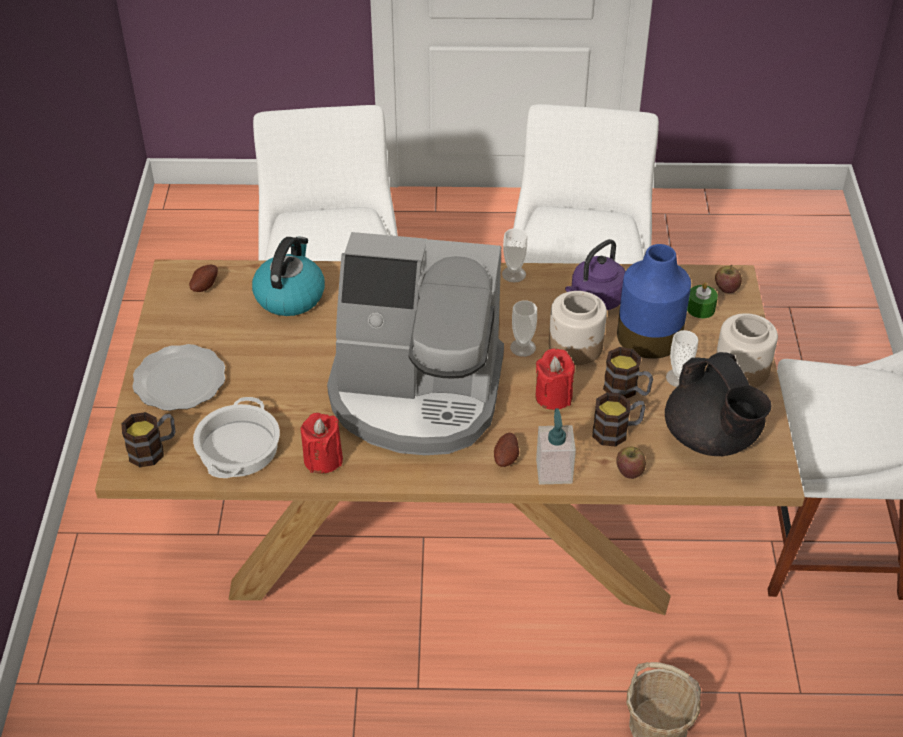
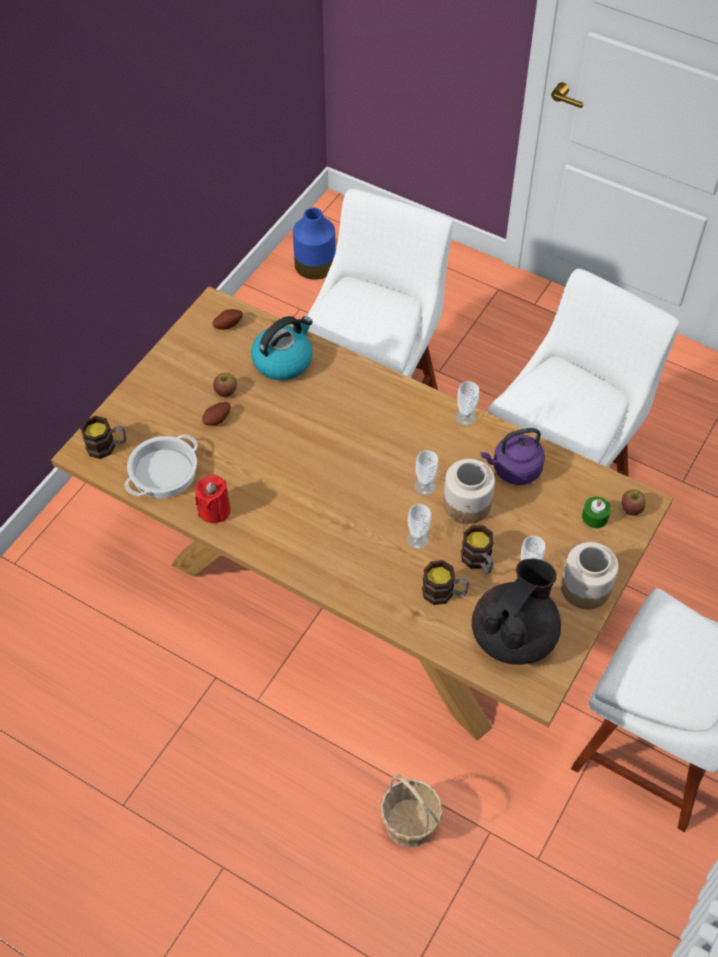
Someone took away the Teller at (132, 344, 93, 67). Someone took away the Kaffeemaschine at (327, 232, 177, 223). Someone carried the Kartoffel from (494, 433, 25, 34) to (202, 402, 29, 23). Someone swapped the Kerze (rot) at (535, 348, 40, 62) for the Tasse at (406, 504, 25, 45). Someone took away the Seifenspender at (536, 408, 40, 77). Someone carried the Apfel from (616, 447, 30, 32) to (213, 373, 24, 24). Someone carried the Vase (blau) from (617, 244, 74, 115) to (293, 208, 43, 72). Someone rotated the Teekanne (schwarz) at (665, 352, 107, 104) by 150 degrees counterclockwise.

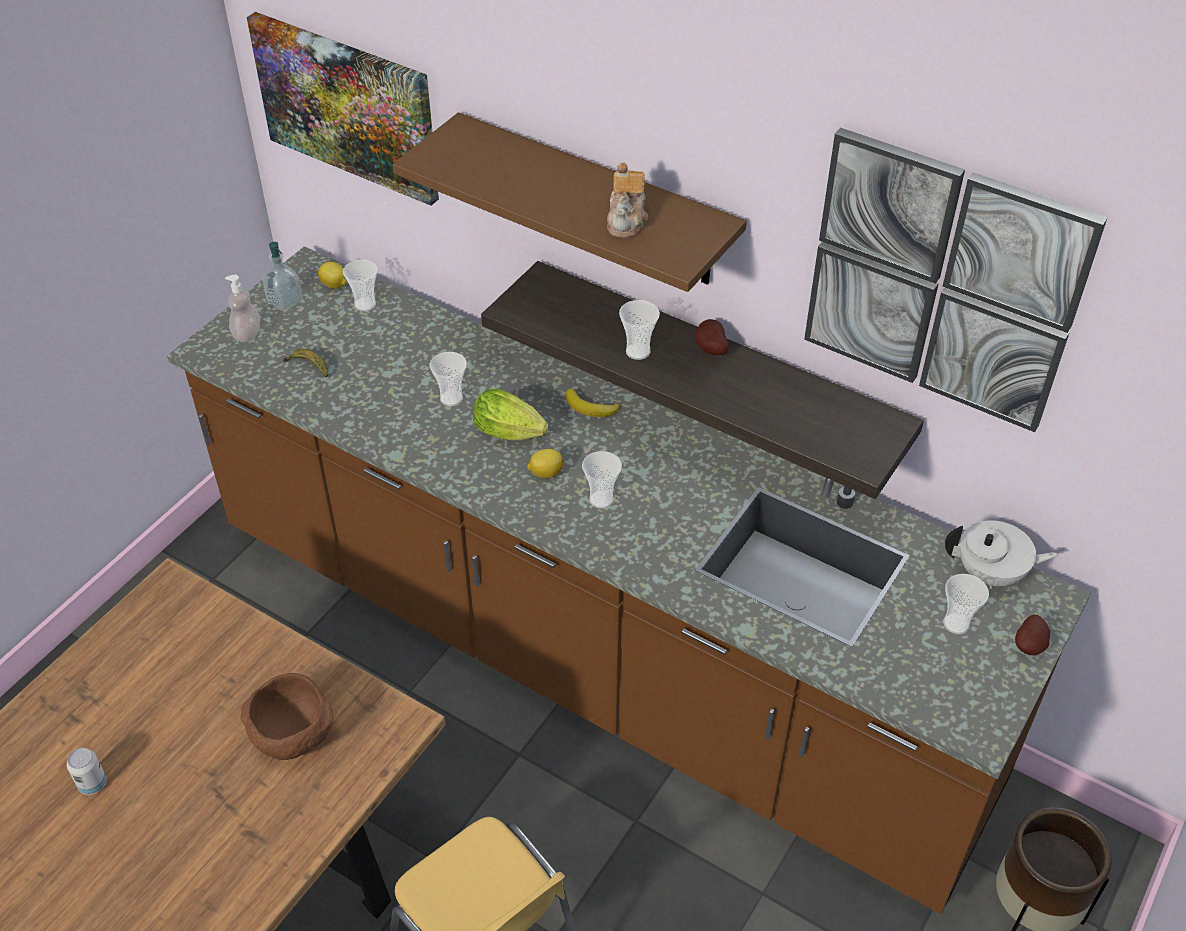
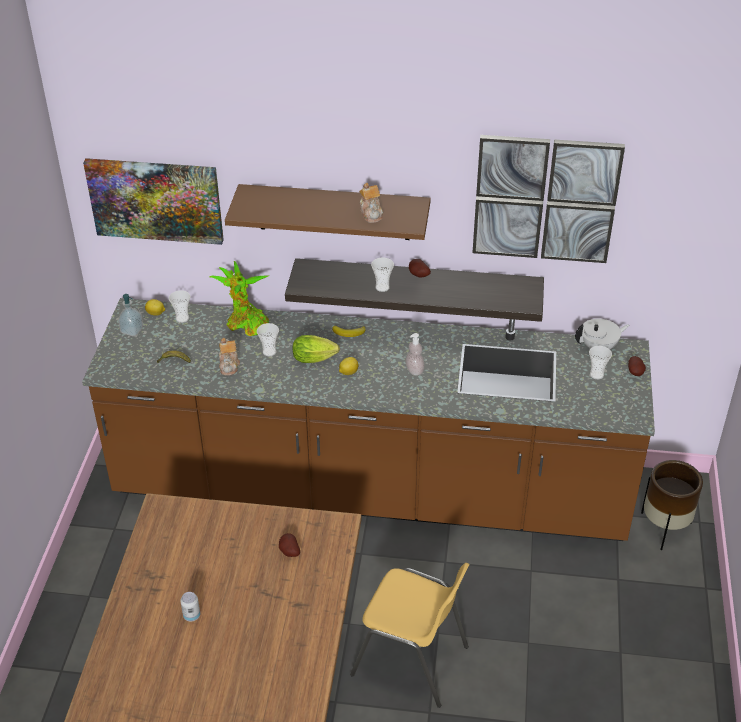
Someone carried the Seifenspender from (225, 275, 35, 67) to (405, 333, 20, 43). Someone swapped the Schüssel (braun) at (240, 673, 94, 87) for the Kartoffel at (279, 533, 21, 24). Someone took away the Tasse at (582, 451, 40, 58). Someone put down the Topfpflanze at (209, 261, 61, 75). Someone put down the Teekanne at (219, 338, 21, 38).

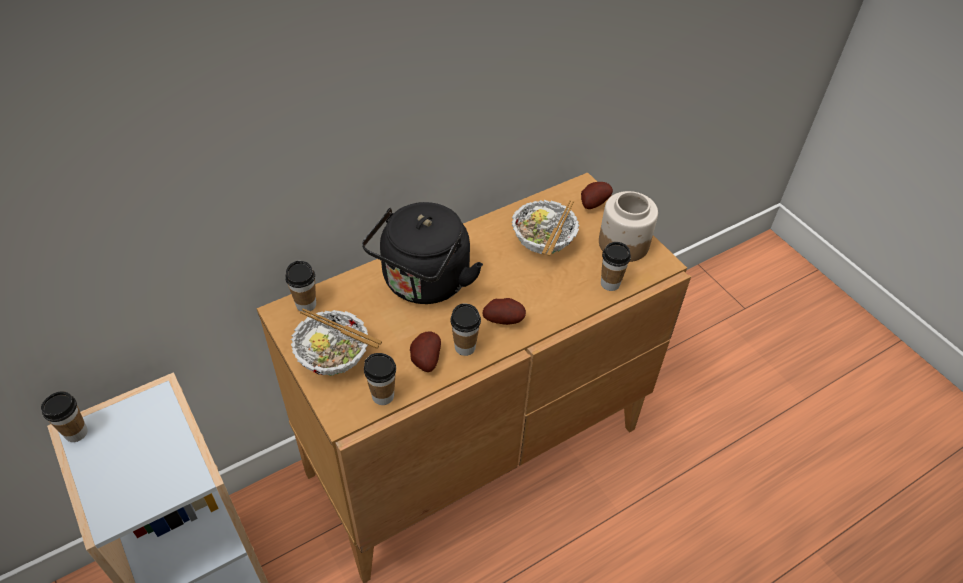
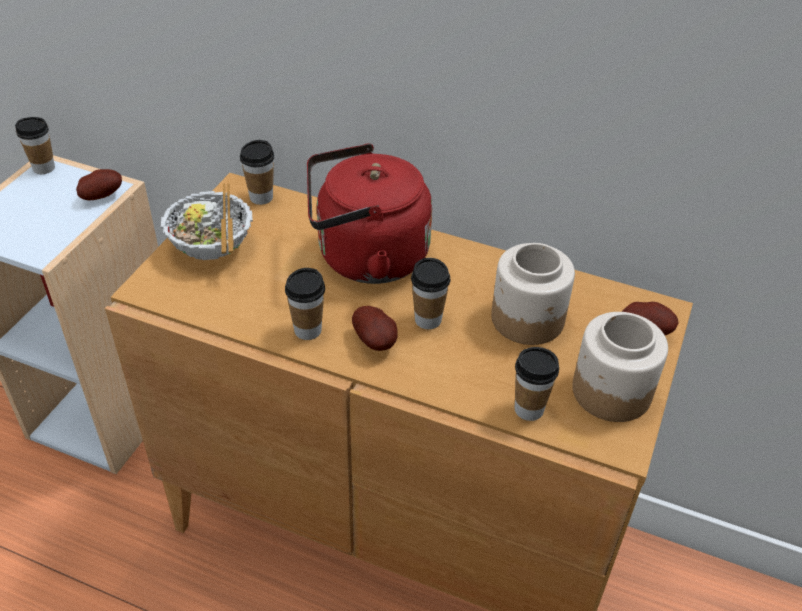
Someone repainted the Wasserkessel (schwarz) at (362, 202, 121, 102), which became the Wasserkessel (rot) at (307, 143, 125, 141). Someone carried the Tasse from (364, 353, 32, 52) to (411, 258, 40, 71). Someone carried the Kartoffel from (410, 331, 31, 41) to (76, 169, 46, 31). Someone swapped the Schüssel at (511, 200, 68, 56) for the Vorratsglas at (491, 243, 84, 102).

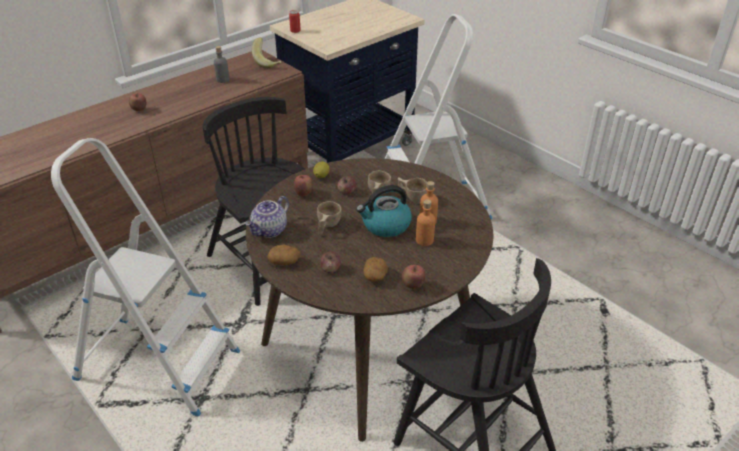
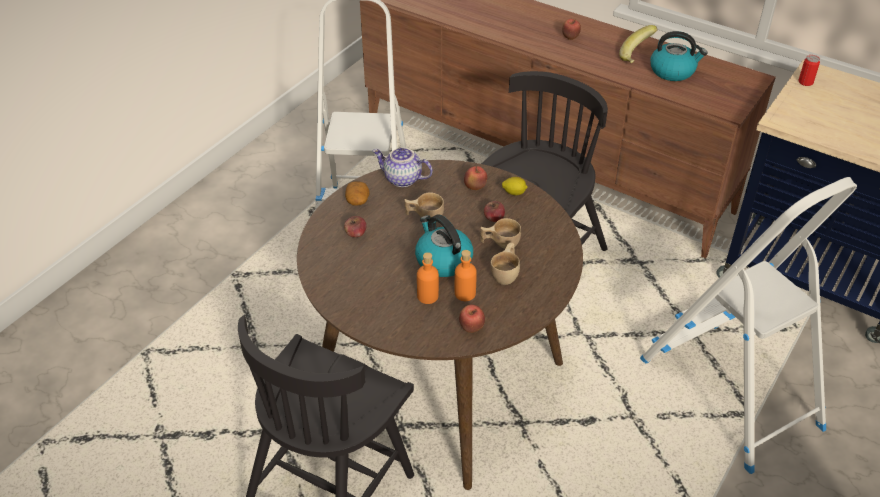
Someone swapped the Flasche (grau) at (214, 46, 16, 37) for the Wasserkessel at (650, 31, 57, 50). Someone carried the Banane from (252, 38, 29, 30) to (619, 25, 38, 38). Someone took away the Kartoffel at (363, 257, 25, 25). Someone carried the Apfel from (402, 265, 23, 24) to (459, 305, 26, 28).

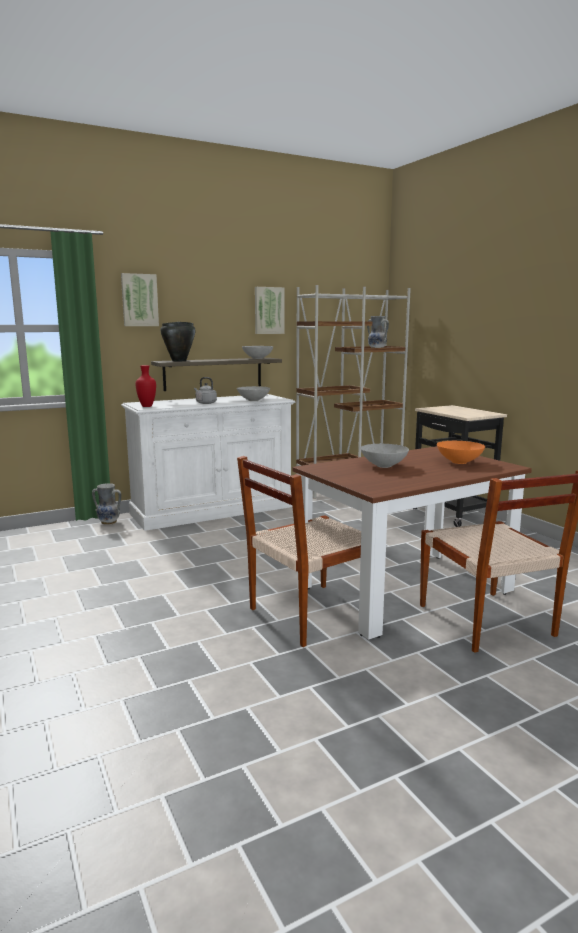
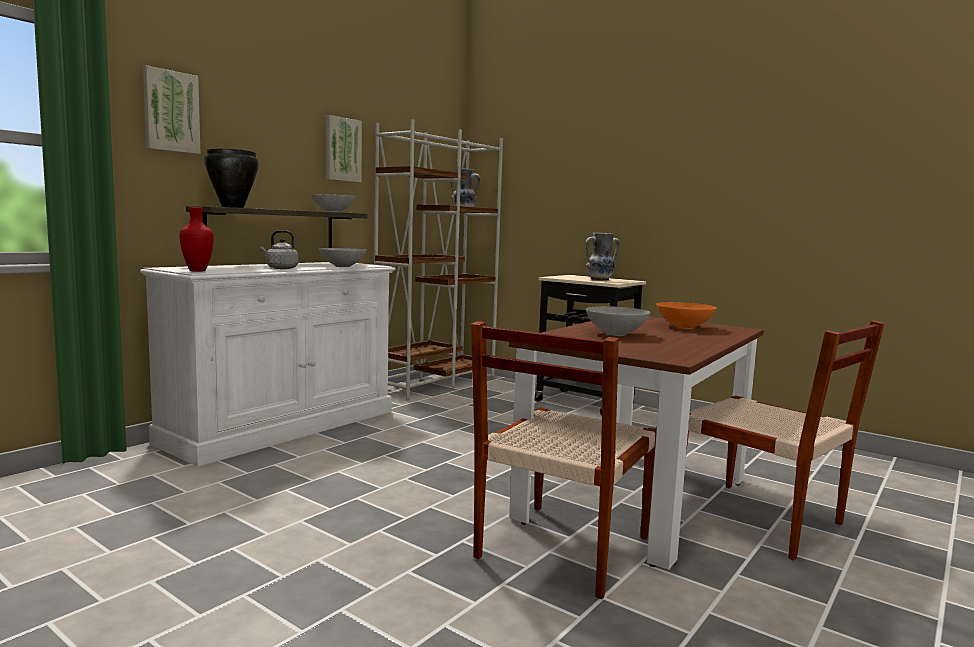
Someone carried the Vase from (92, 483, 29, 42) to (586, 233, 34, 48).

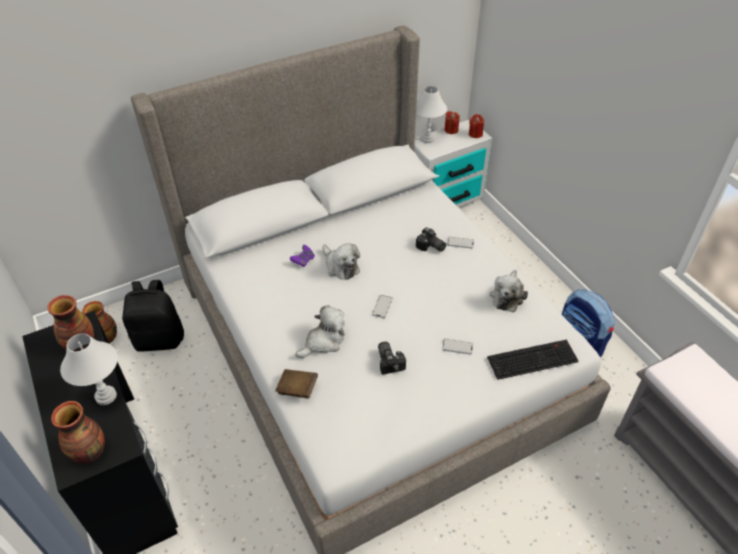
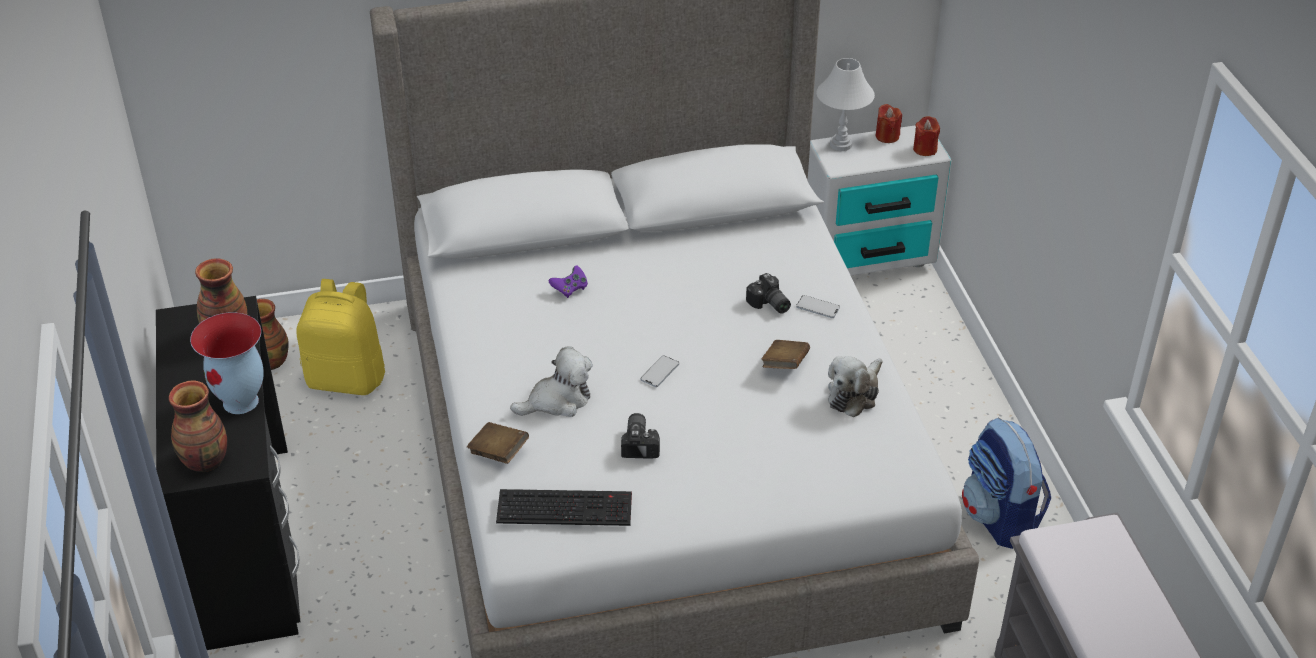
Someone swapped the Tischlampe (weiß) at (60, 333, 58, 72) for the Vase at (190, 313, 74, 101). Someone repainted the Rucksack (schwarz) at (122, 280, 62, 72), which became the Rucksack (gelb) at (296, 279, 89, 116). Someone took away the Plüschtier at (323, 243, 37, 37). Someone took away the Handy at (442, 339, 31, 16). Someone carried the Tastatur from (487, 340, 92, 40) to (496, 489, 136, 37). Someone put down the Buch (braun) at (762, 340, 48, 29).

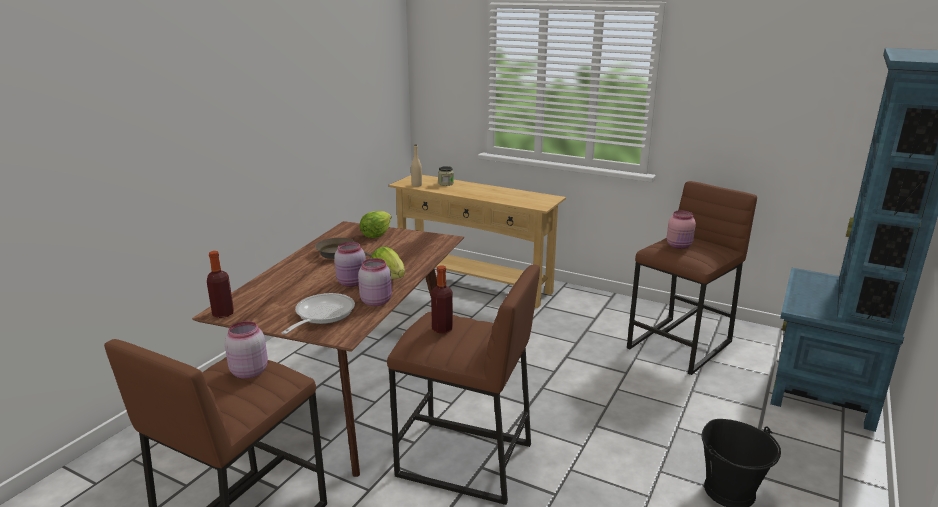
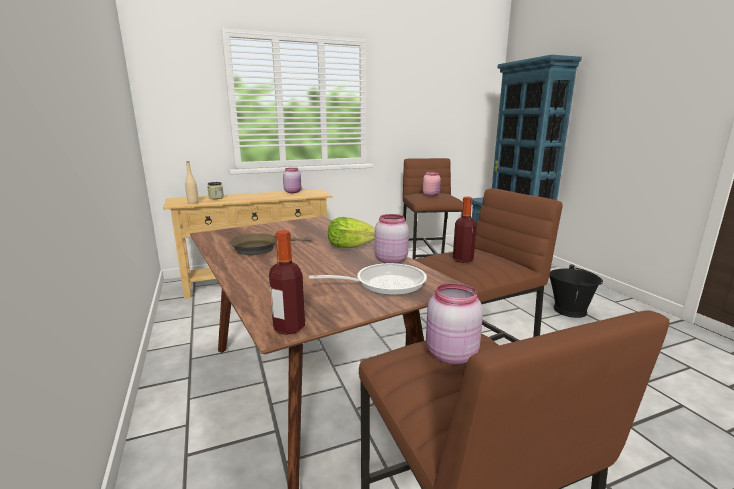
Someone rotated the Pfanne at (282, 293, 73, 41) by 105 degrees clockwise. Someone carried the Vorratsglas (rosa) from (334, 242, 32, 45) to (283, 168, 18, 25). Someone took away the Salatkopf at (359, 211, 33, 27).

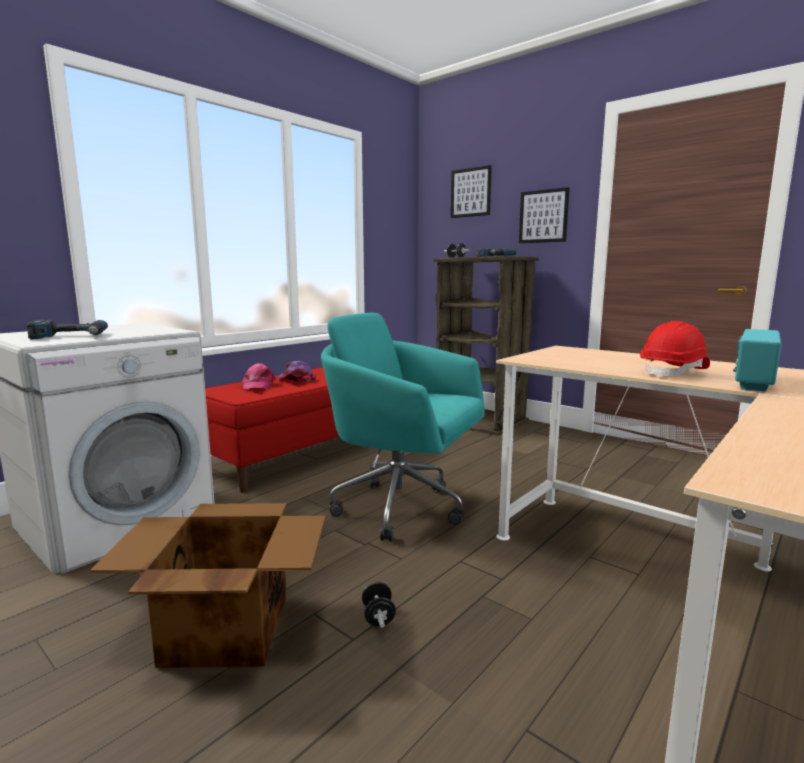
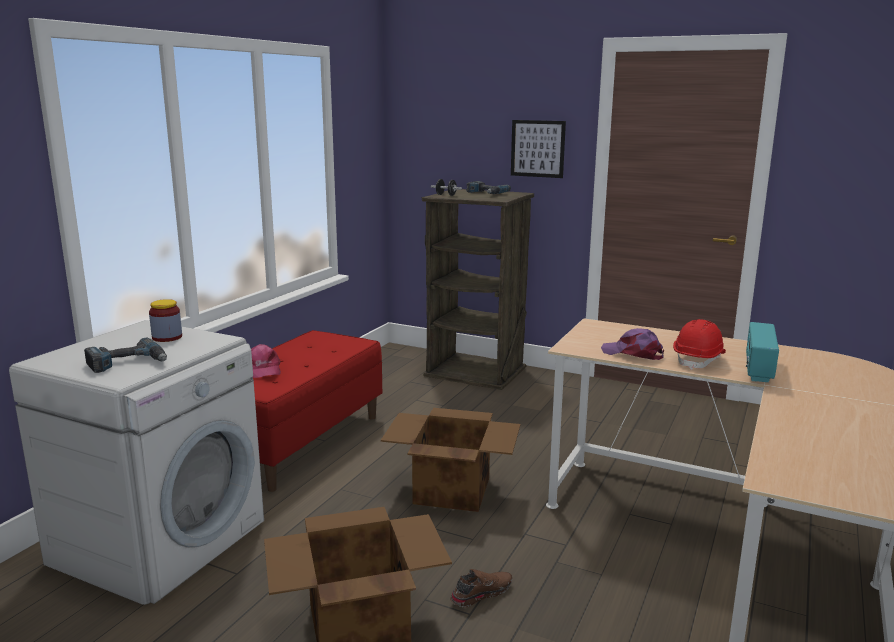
Someone carried the Kappe (lila) from (278, 361, 38, 21) to (601, 328, 63, 32). Someone swapped the Bürostuhl (türkis) at (321, 313, 164, 228) for the Karton at (381, 408, 139, 104). Someone swapped the Hantel (schwarz) at (362, 582, 34, 46) for the Schuh (braun) at (450, 569, 62, 38). Someone took away the Bild at (451, 165, 41, 53). Someone put down the Vorratsglas at (149, 299, 33, 43).

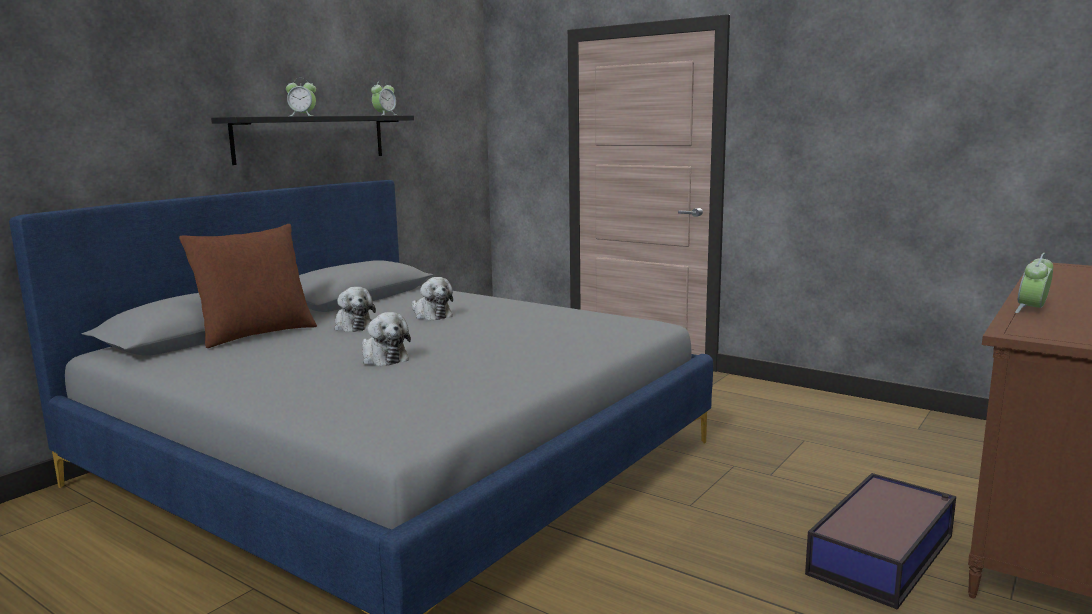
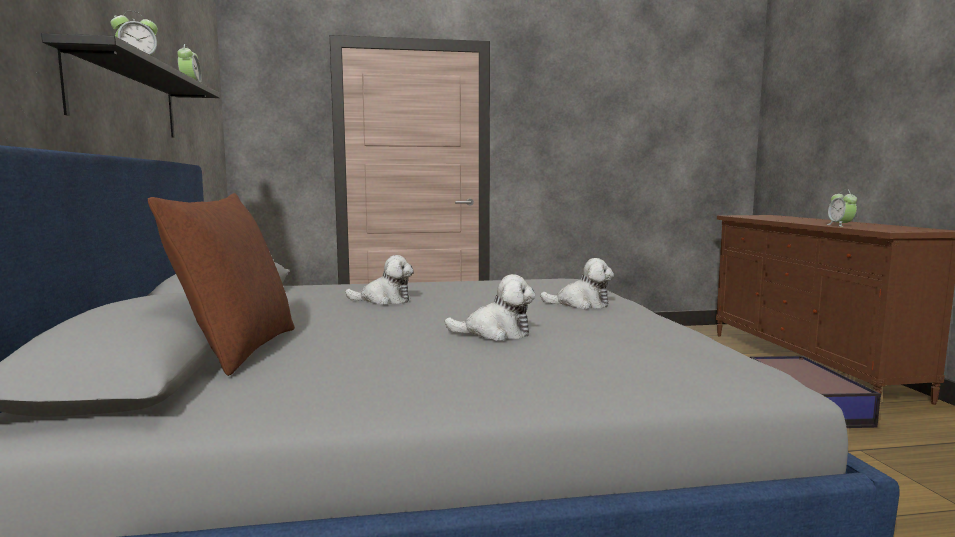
Someone carried the Plüschtier from (334, 287, 42, 45) to (540, 258, 74, 51).

